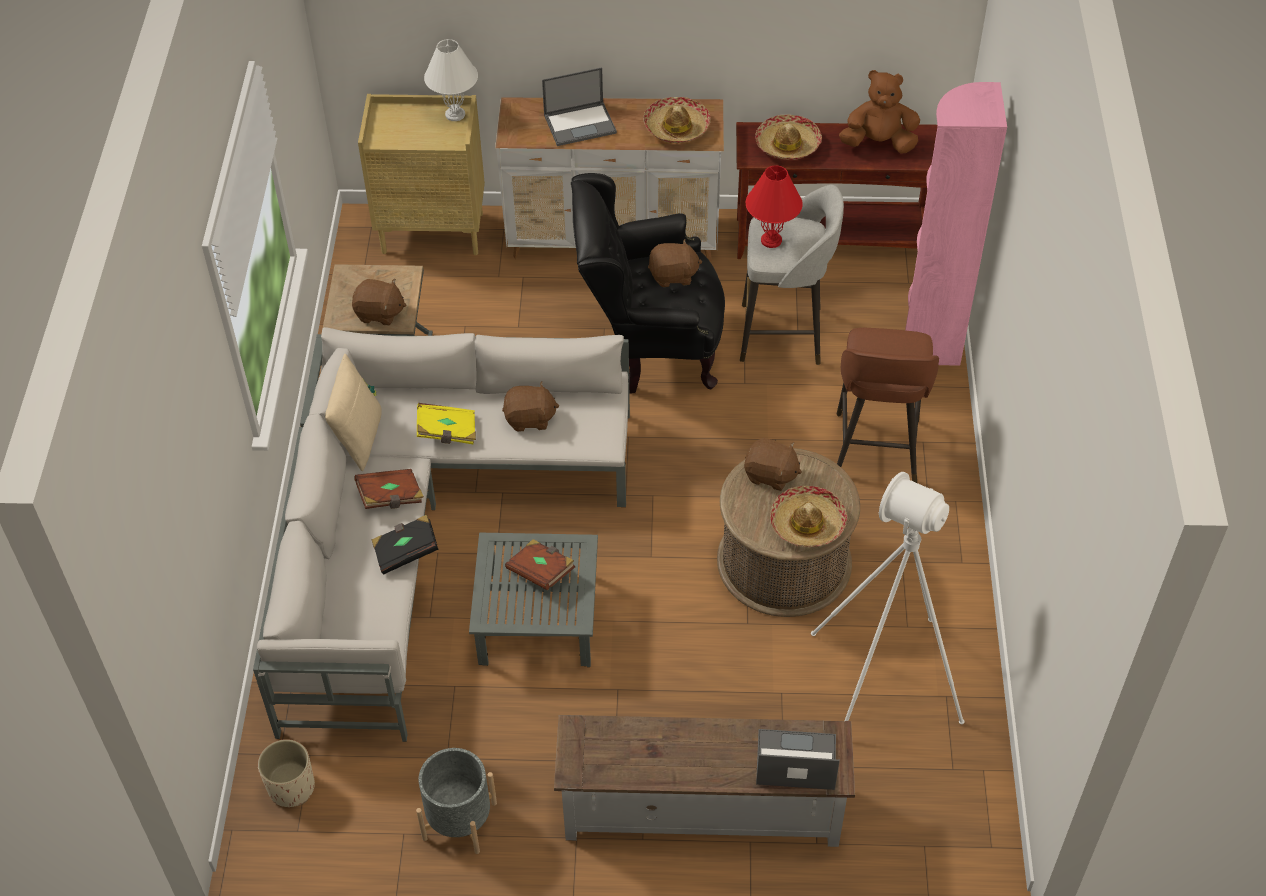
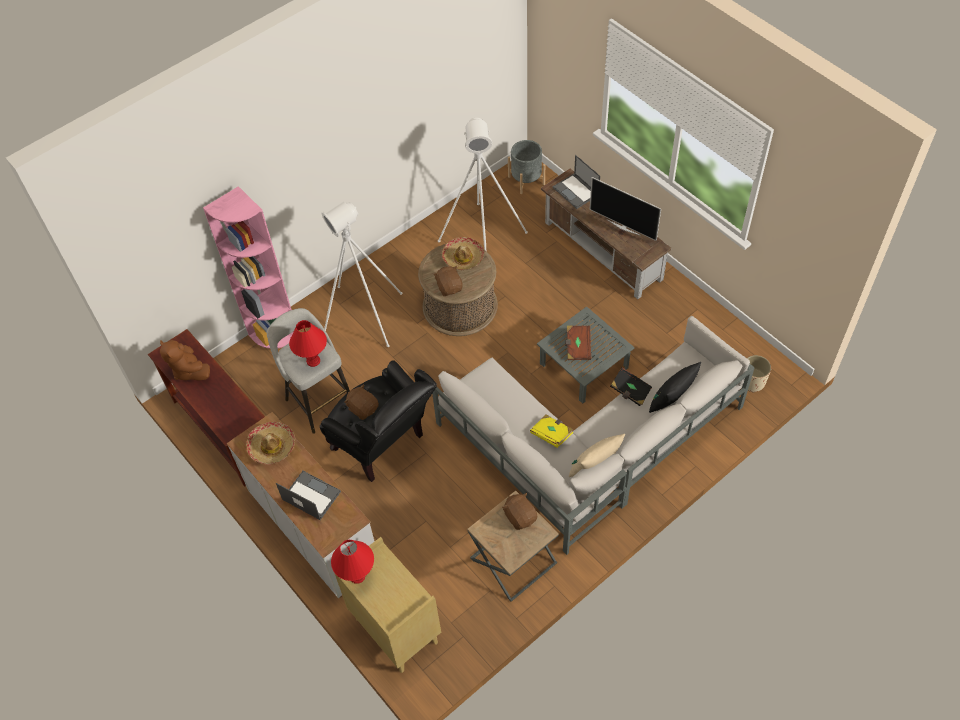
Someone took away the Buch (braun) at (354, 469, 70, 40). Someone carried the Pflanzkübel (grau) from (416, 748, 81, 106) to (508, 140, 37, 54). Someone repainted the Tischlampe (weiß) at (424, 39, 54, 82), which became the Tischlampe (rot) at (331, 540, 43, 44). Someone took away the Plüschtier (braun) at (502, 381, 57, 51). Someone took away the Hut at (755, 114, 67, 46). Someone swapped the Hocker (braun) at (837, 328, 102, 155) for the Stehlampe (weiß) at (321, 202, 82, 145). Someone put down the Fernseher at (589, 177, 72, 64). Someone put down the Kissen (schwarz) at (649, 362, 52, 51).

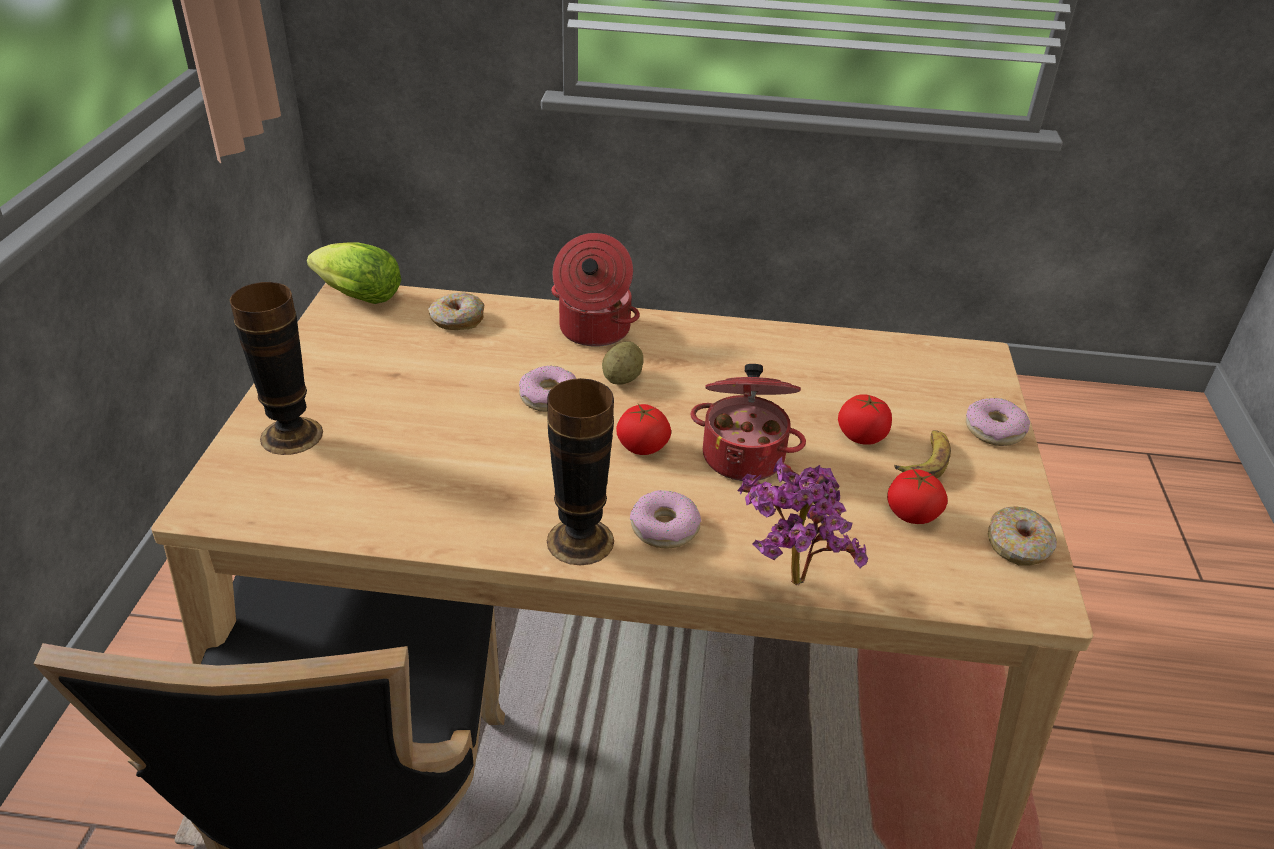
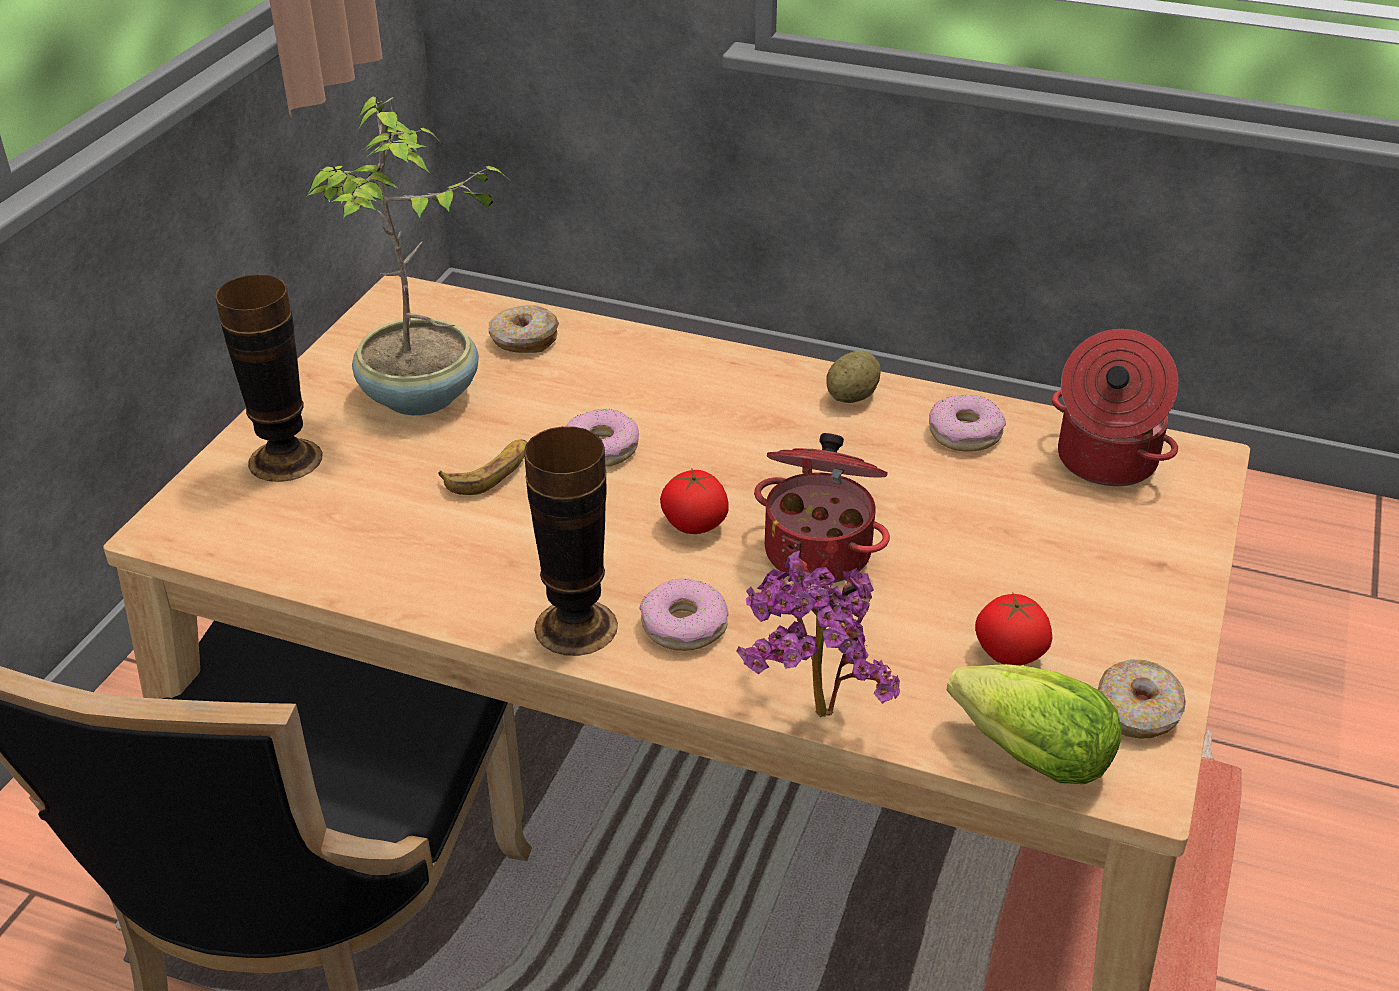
Someone carried the Salatkopf from (307, 242, 94, 62) to (947, 664, 175, 120). Someone carried the Kochtopf from (551, 233, 89, 114) to (1052, 329, 126, 157). Someone carried the Kartoffel from (602, 342, 41, 43) to (826, 350, 55, 53). Someone took away the Tomate at (838, 394, 54, 51). Someone carried the Banane from (894, 430, 57, 49) to (438, 439, 89, 56). Someone carried the Donut from (966, 398, 64, 48) to (929, 395, 77, 57). Someone put down the Topfpflanze at (307, 97, 200, 318).

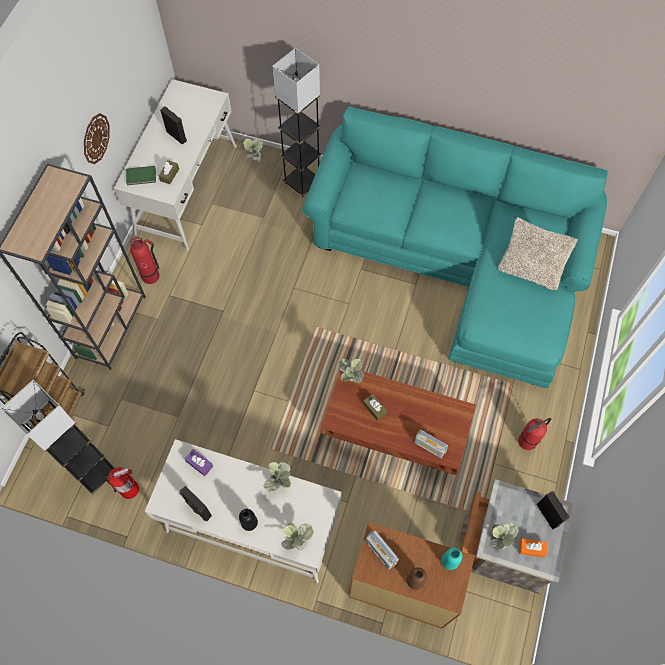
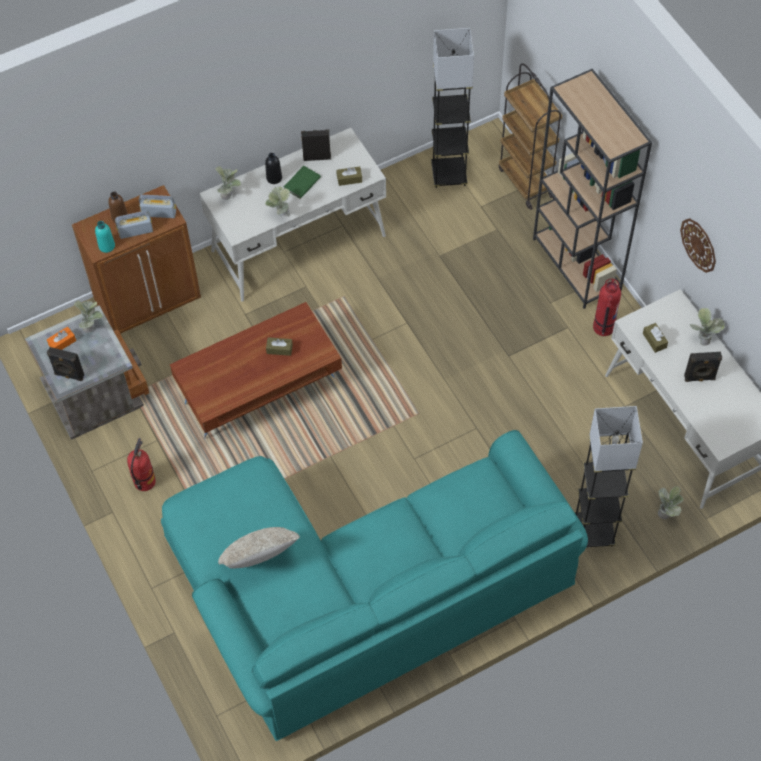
Someone took away the Feuerlöscher at (105, 467, 34, 32). Someone carried the Buch (grün) from (126, 166, 30, 19) to (284, 166, 37, 33). Someone repainted the Taschentuchbox (lila) at (185, 449, 28, 27), which became the Taschentuchbox (braun) at (337, 166, 25, 20). Someone carried the Topfpflanze from (339, 358, 25, 25) to (690, 308, 35, 38). Someone carried the Radio from (414, 430, 34, 28) to (115, 211, 38, 28).

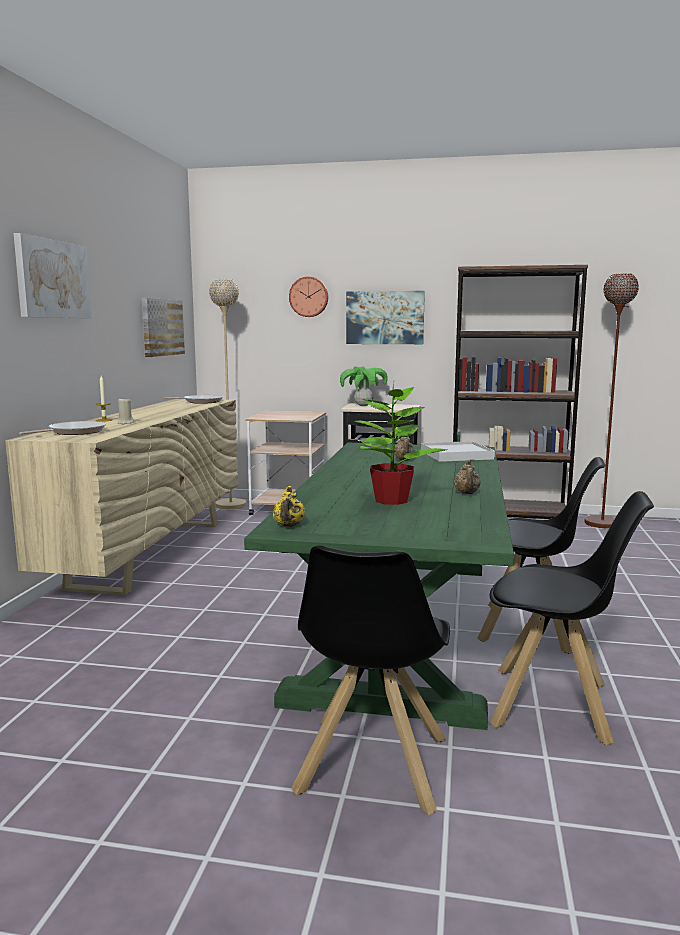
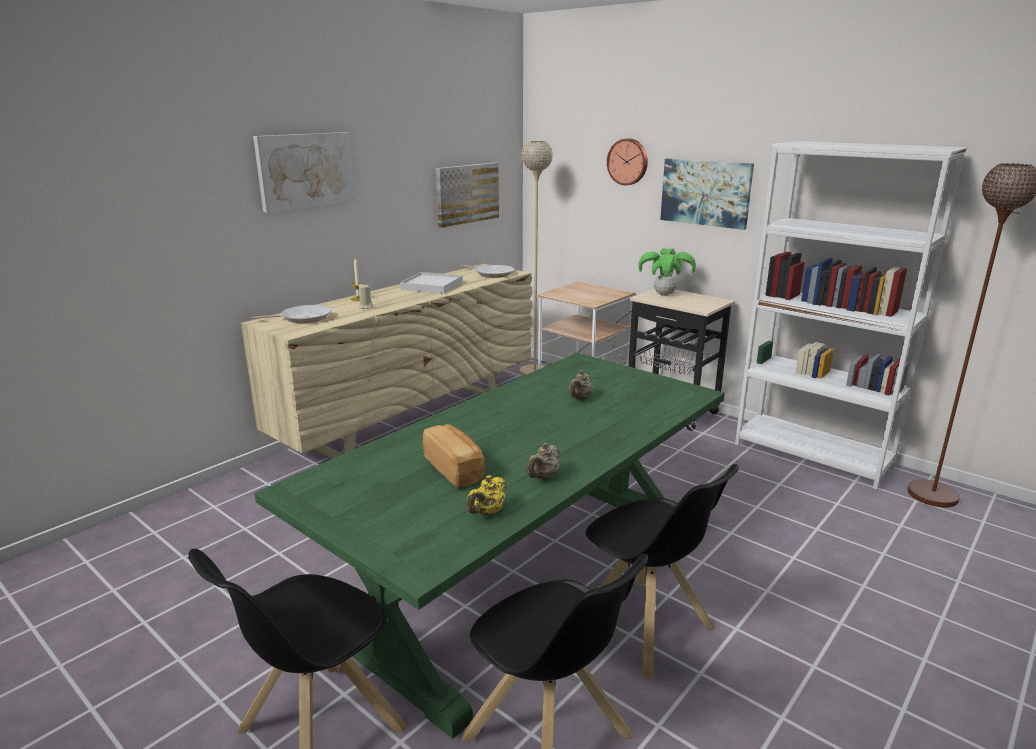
Someone carried the Teekanne (gelb) from (273, 486, 32, 41) to (466, 475, 40, 41). Someone swapped the Topfpflanze at (355, 382, 92, 123) for the Brot at (423, 424, 62, 64). Someone carried the Tablett (weiß) from (421, 441, 74, 21) to (400, 272, 63, 22). Someone repainted the Bücherregal (braun) at (453, 265, 135, 254), which became the Bücherregal (weiß) at (735, 141, 232, 349).

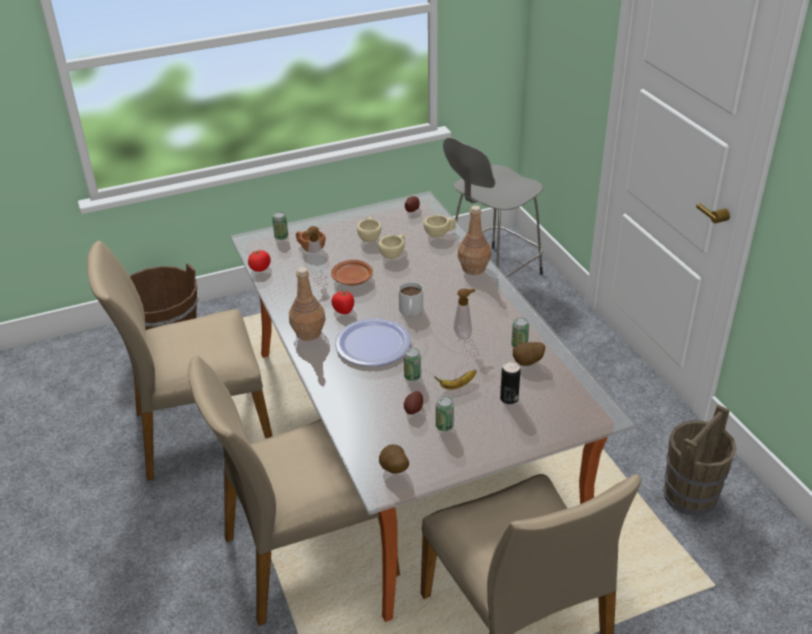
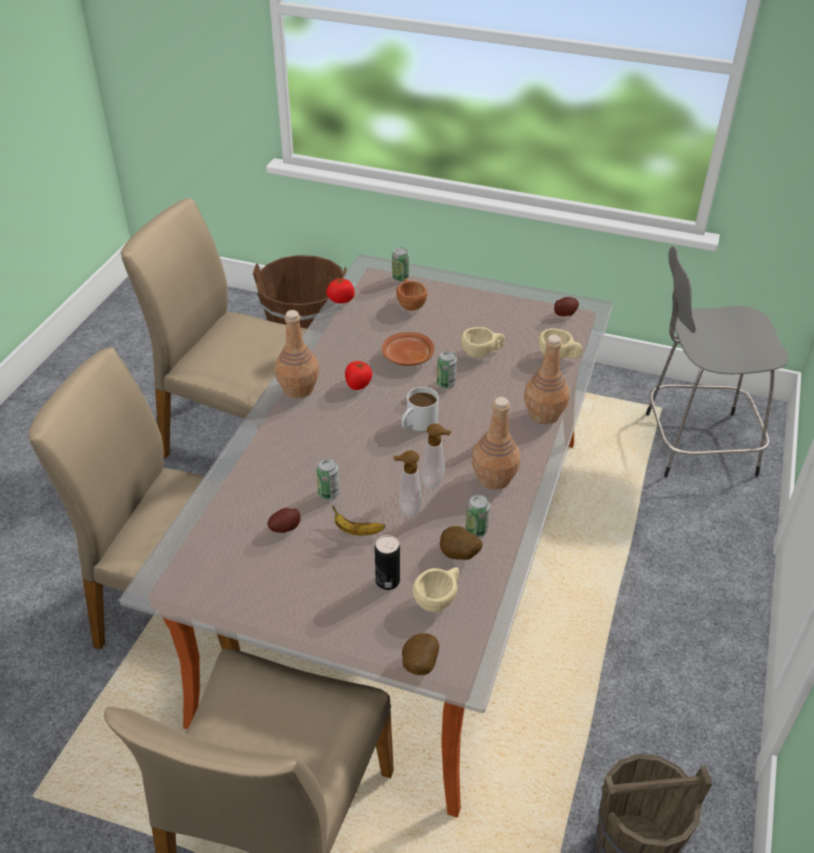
Someone carried the Seifenspender from (304, 226, 22, 48) to (393, 450, 28, 67). Someone took away the Teller at (335, 318, 76, 48). Someone carried the Tasse (beige) from (357, 217, 24, 25) to (413, 567, 46, 45). Someone carried the Kartoffel from (379, 444, 30, 30) to (402, 633, 37, 42). Someone carried the Dose from (436, 396, 18, 35) to (437, 351, 20, 37). Someone put down the Flasche (braun) at (472, 397, 48, 93).

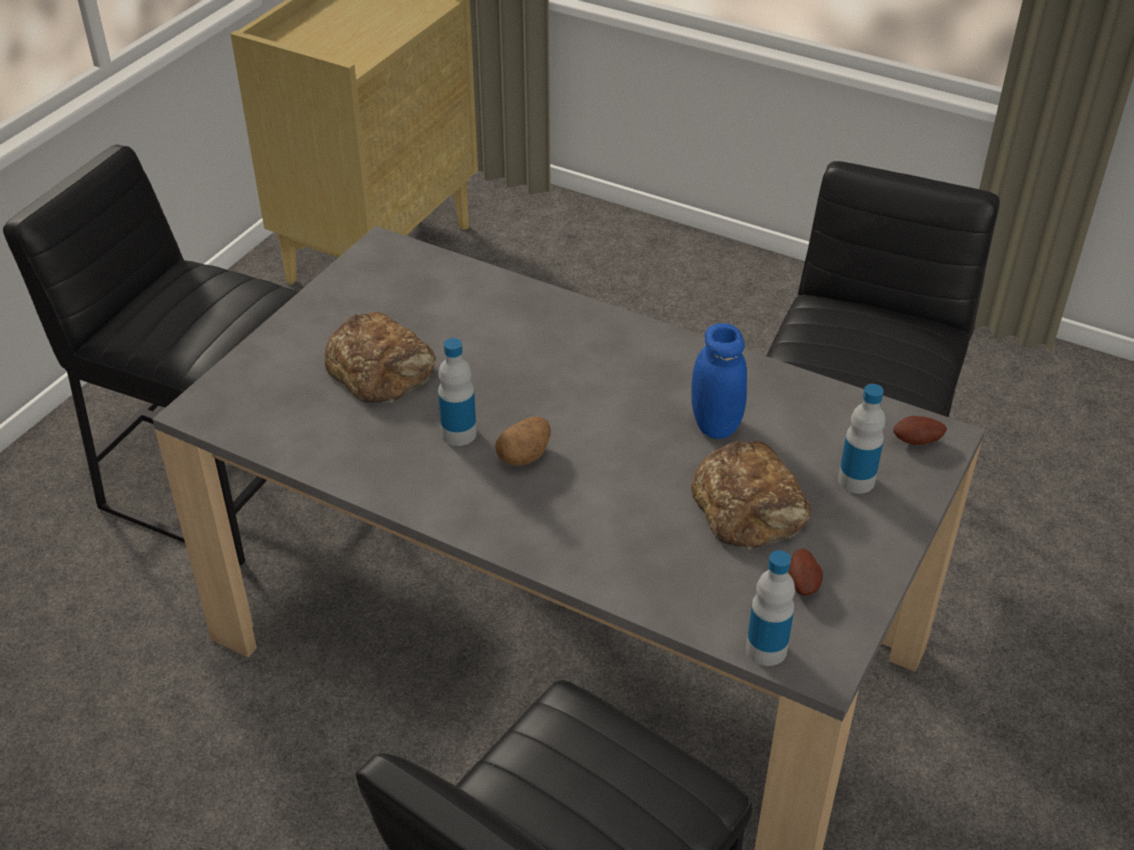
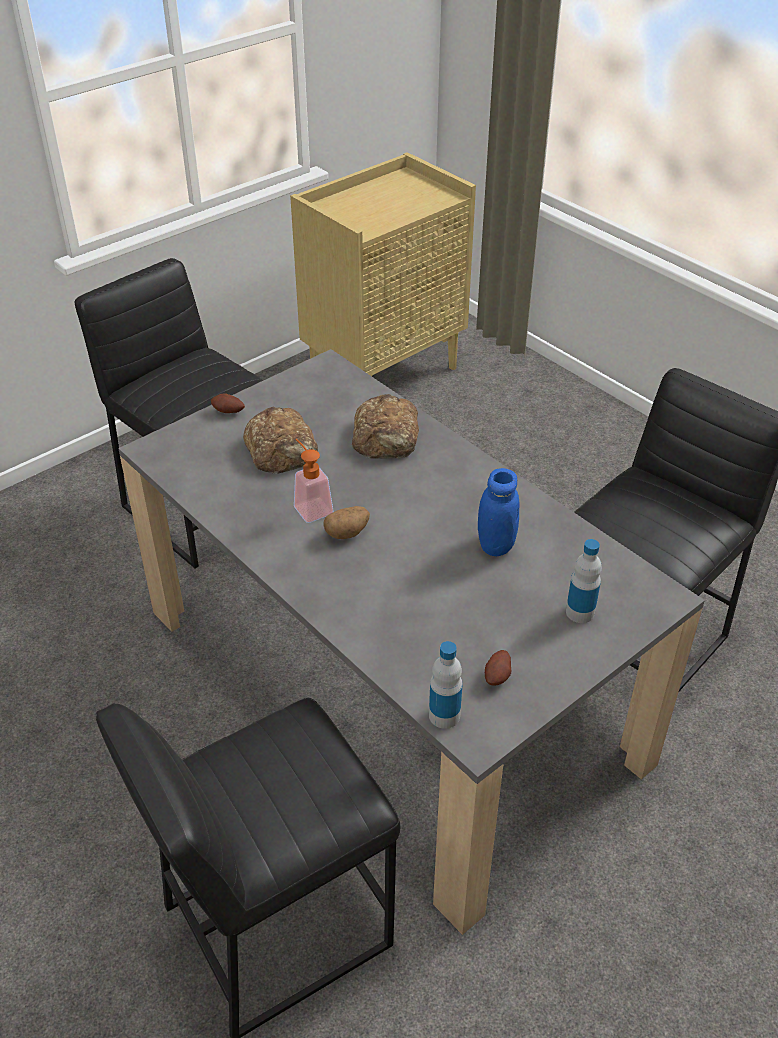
Someone swapped the Flasche at (438, 338, 39, 108) for the Seifenspender at (294, 439, 40, 84). Someone carried the Brot from (691, 441, 120, 109) to (352, 394, 67, 65). Someone carried the Kartoffel from (893, 416, 54, 29) to (211, 393, 34, 20).

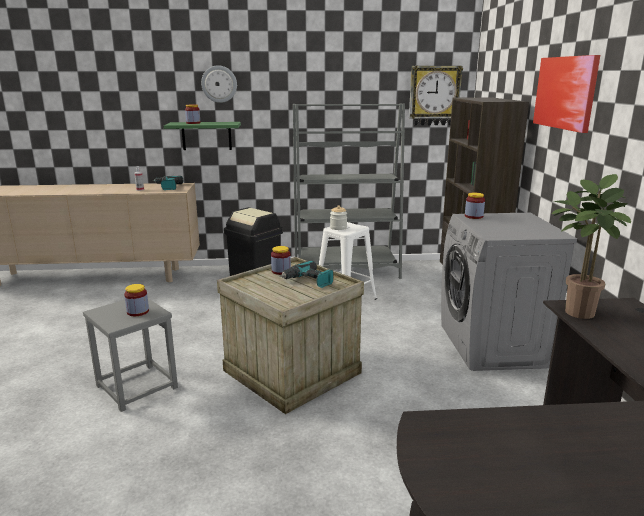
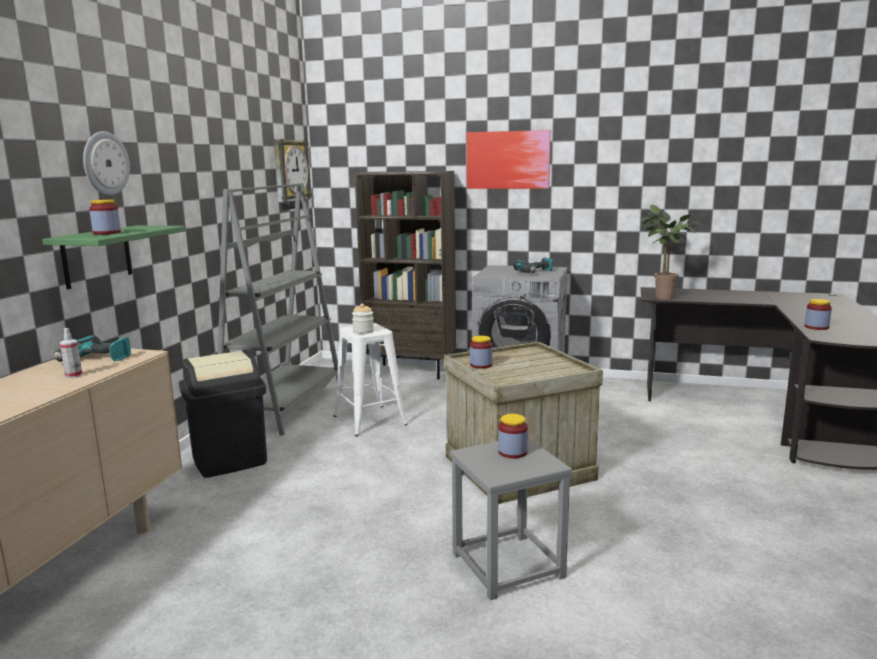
Someone carried the Bohrmaschine from (280, 261, 53, 27) to (513, 257, 40, 16). Someone carried the Vorratsglas from (465, 193, 20, 26) to (805, 299, 27, 31).

